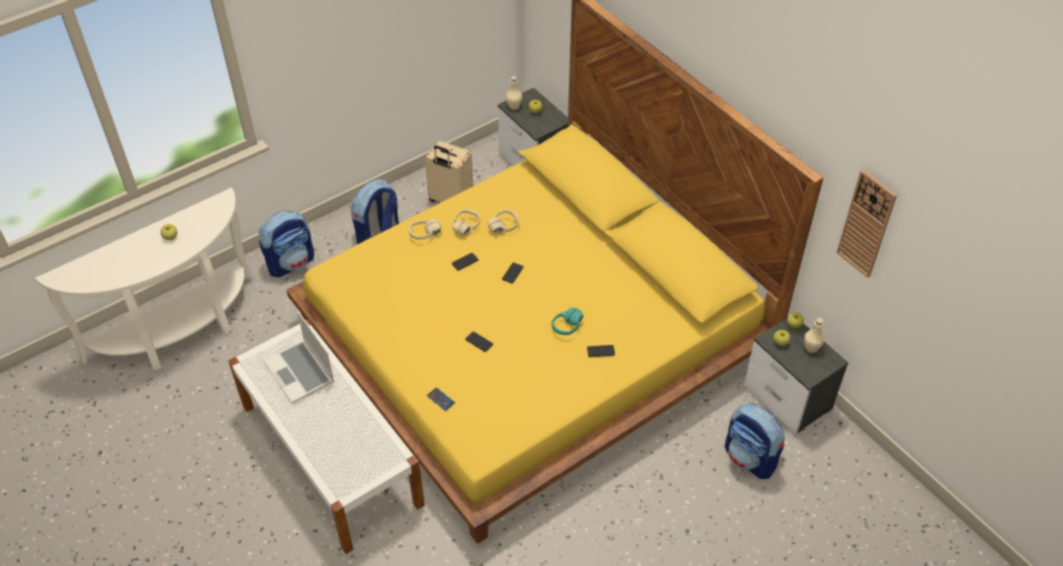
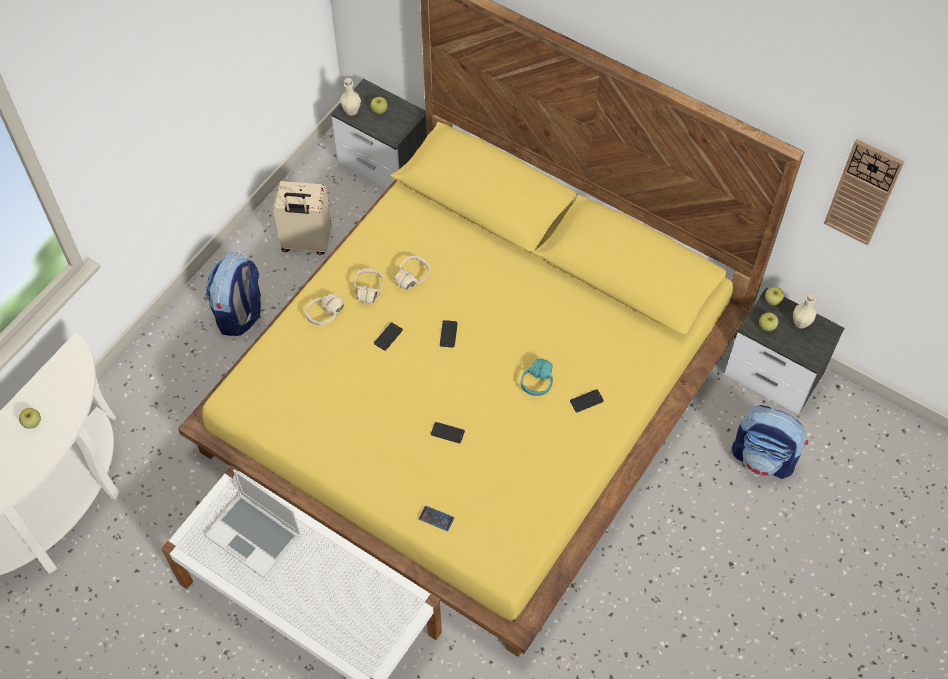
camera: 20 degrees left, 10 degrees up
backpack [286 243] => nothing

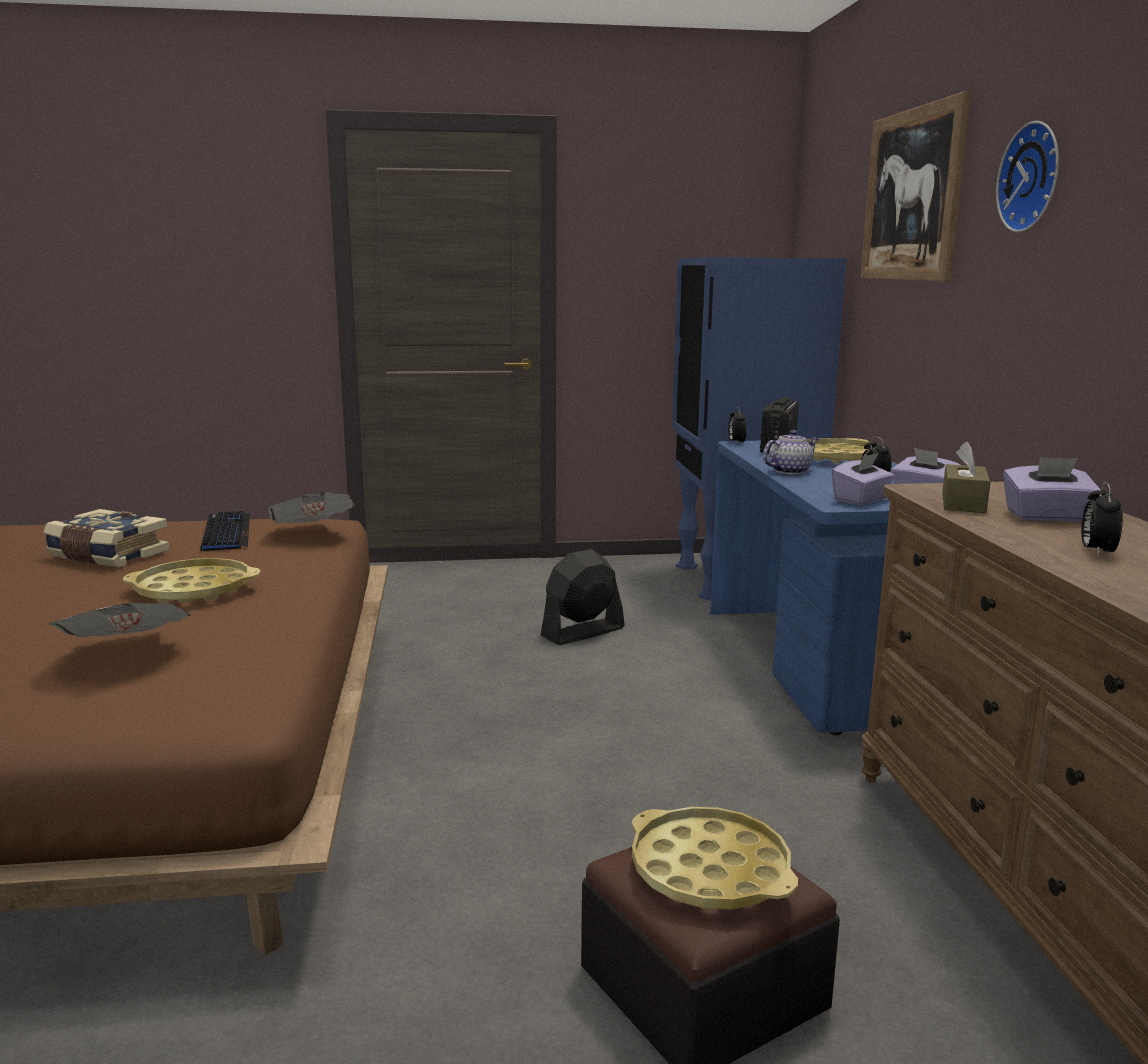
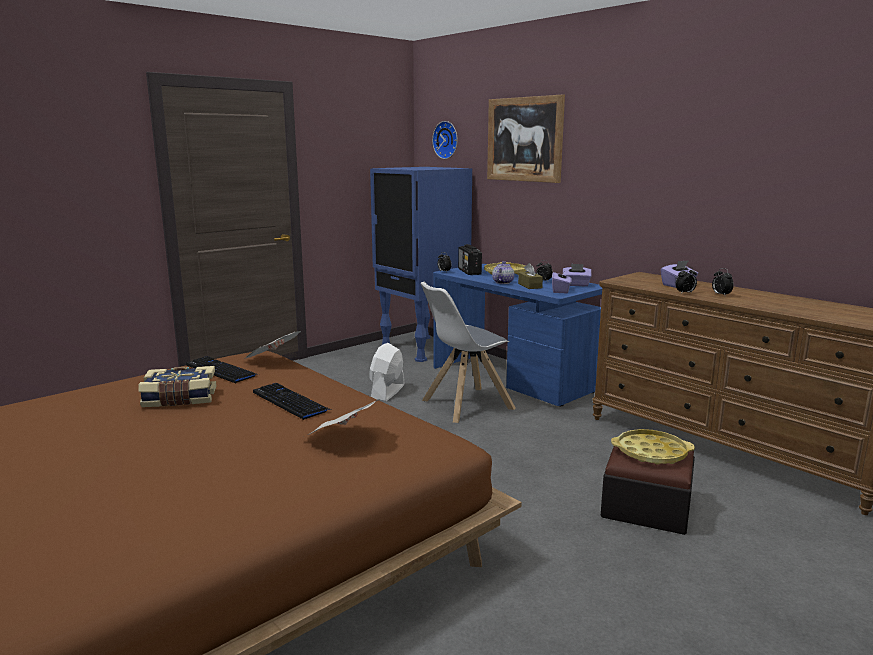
camera: 35 degrees left, 0 degrees up
yellow tray [192 581] => keyboard [292 401]
black fan [583 597] => white fan [387 372]
brown tissue box [966 477] => brown tissue box [530 276], moved
wall clock [1027 176] => wall clock [445 140], moved
nothing => chair [468 352]
nothing => alarm clock [686 280]

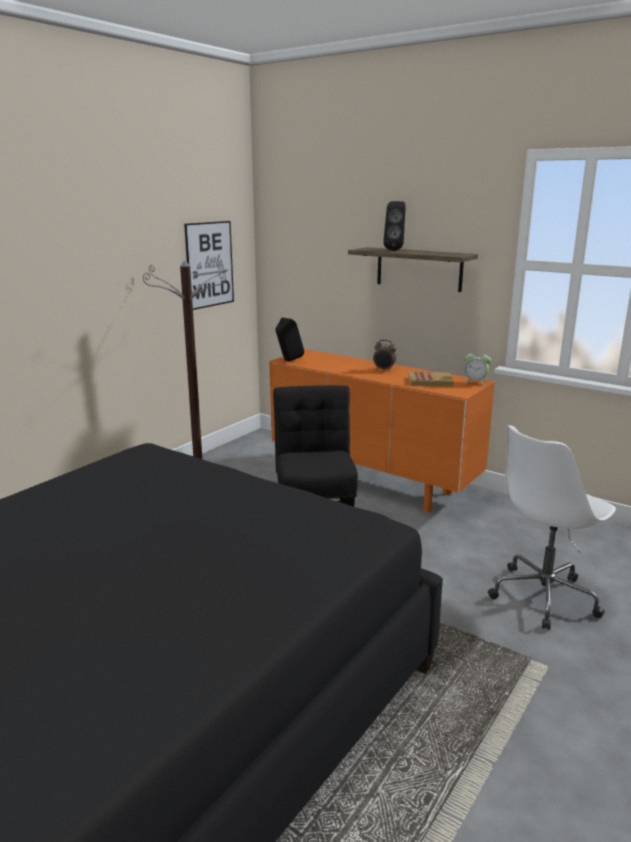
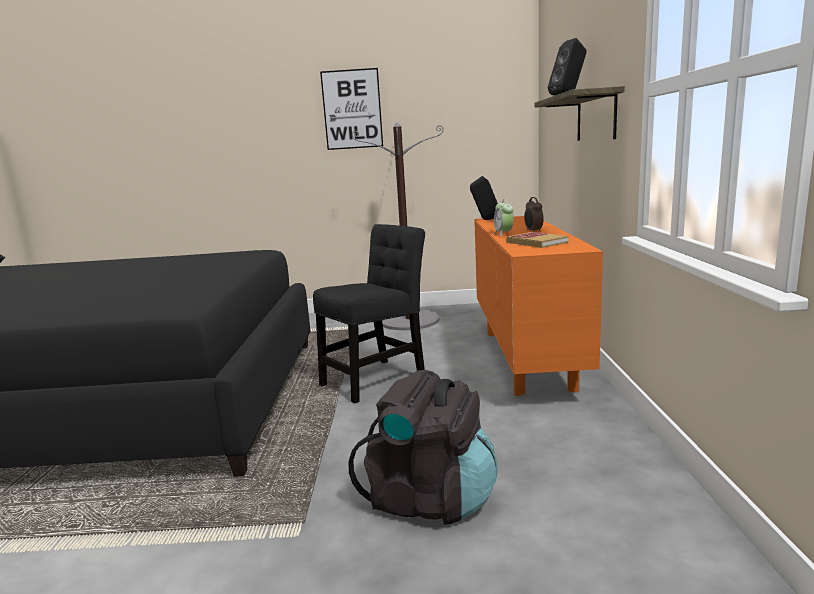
camera: 55 degrees right, 5 degrees down
picture [209 265] => picture [351 109], moved
alarm clock [477 367] => alarm clock [504 217], moved
white office chair [552 527] => black backpack [423 447]

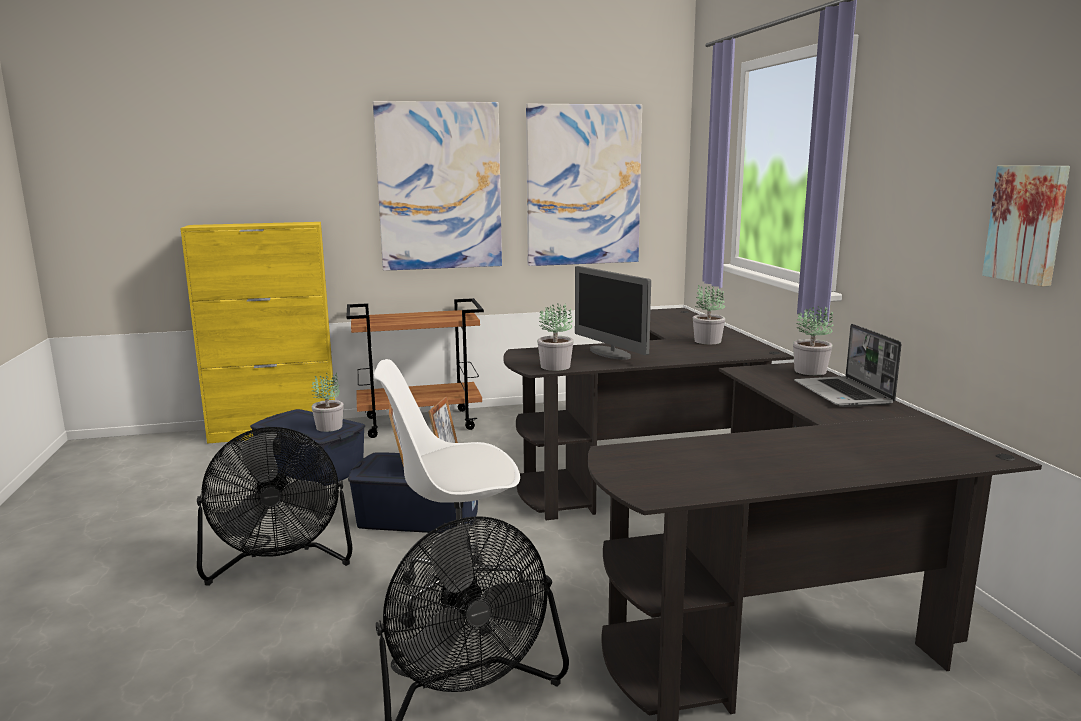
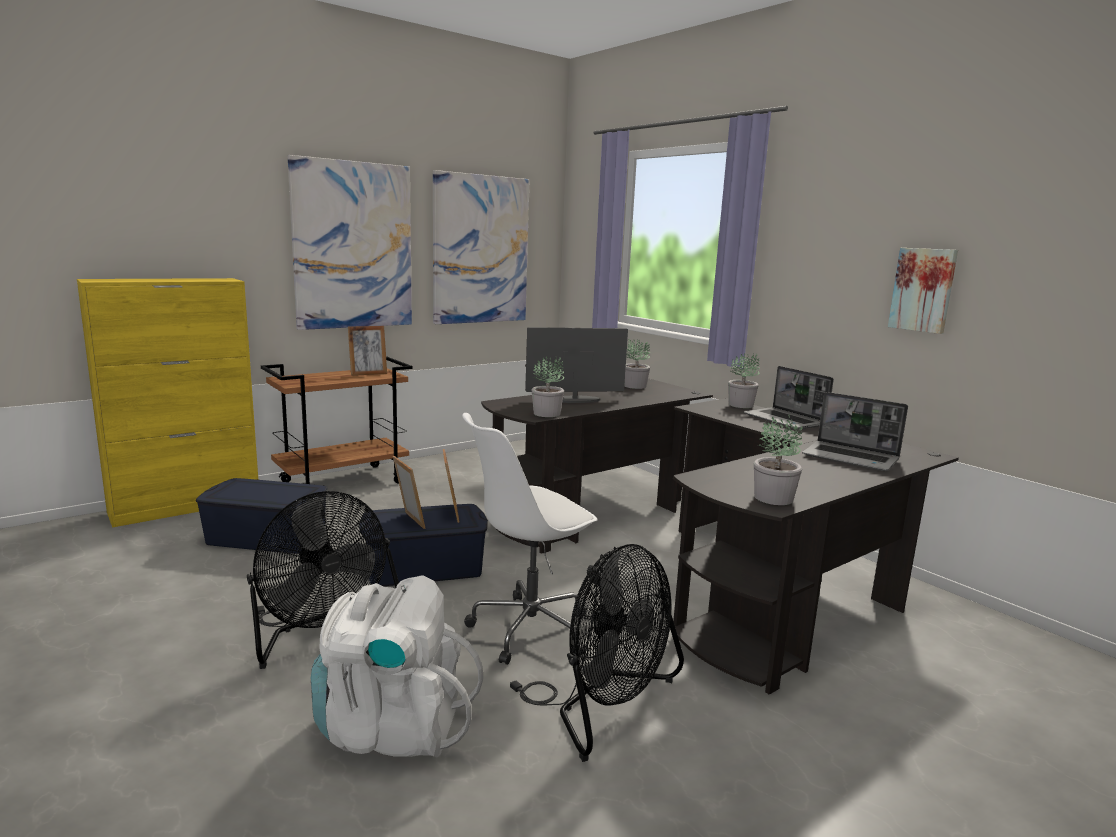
camera: 25 degrees left, 0 degrees up
potted plant [327 402] => potted plant [778 460], moved
monitor [613 313] => monitor [576 365], 135 degrees clockwise
nothing => white backpack [397 666]
nothing => picture frame [367 351]
nothing => laptop [855 431]

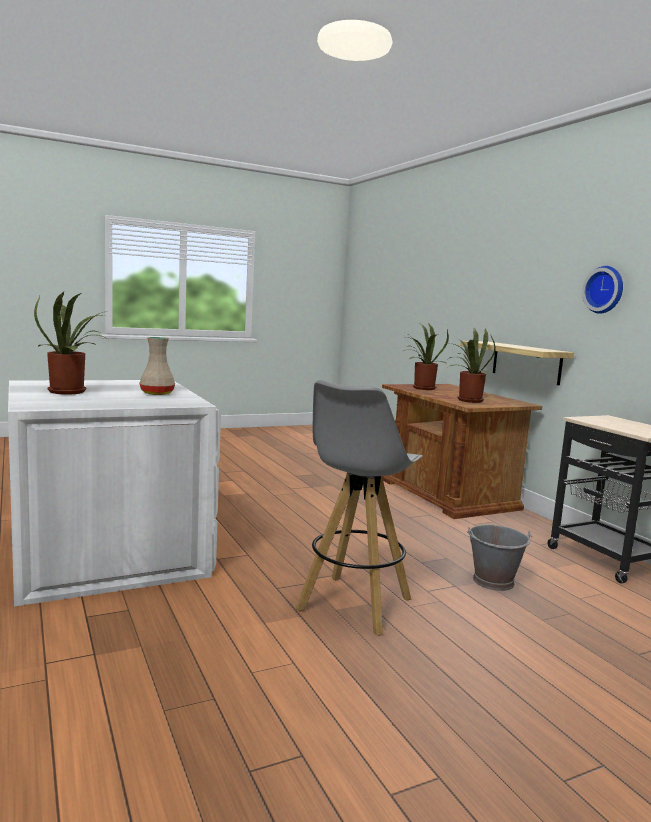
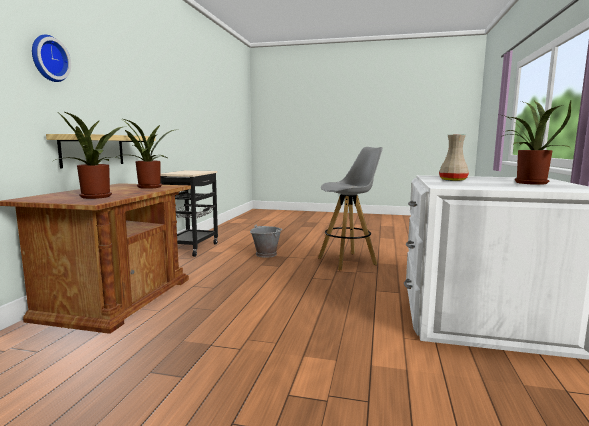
camera: 140 degrees left, 0 degrees up
wall clock [602 290] => wall clock [51 58], moved

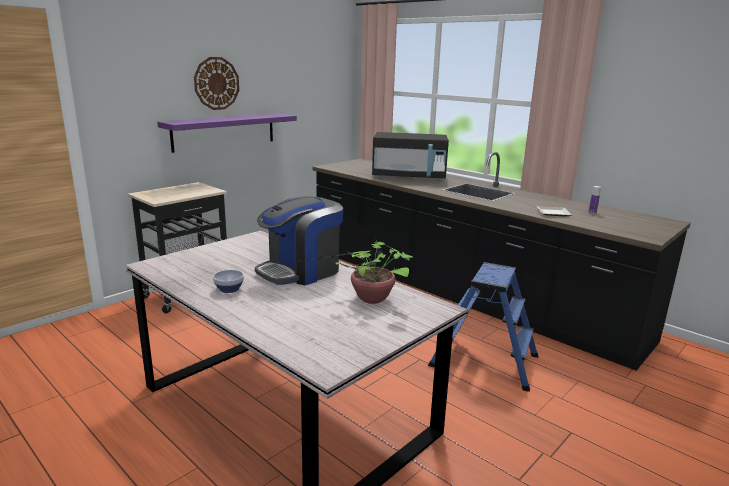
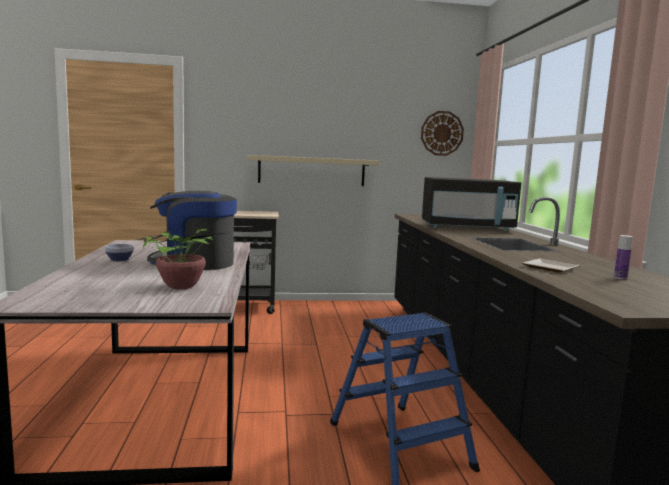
camera: 40 degrees right, 10 degrees down
purple shelf [227 133] => beige shelf [313 170]
wall clock [216 83] => wall clock [442 133], moved
black microwave [410 156] => black microwave [471 204], 45 degrees counterclockwise

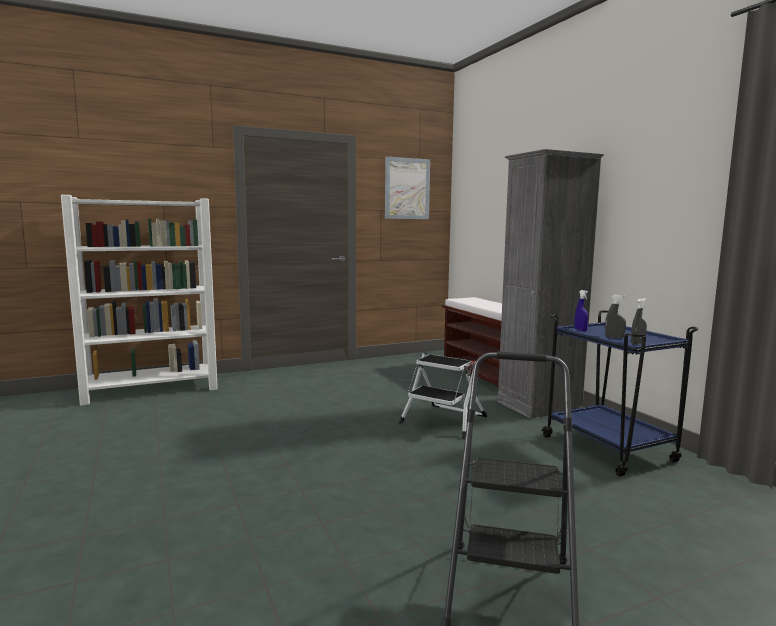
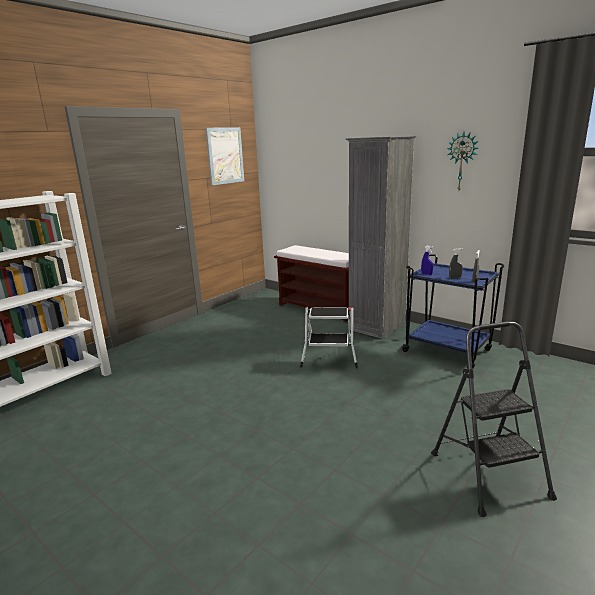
camera: 25 degrees left, 10 degrees up
nothing => wall clock [463 161]

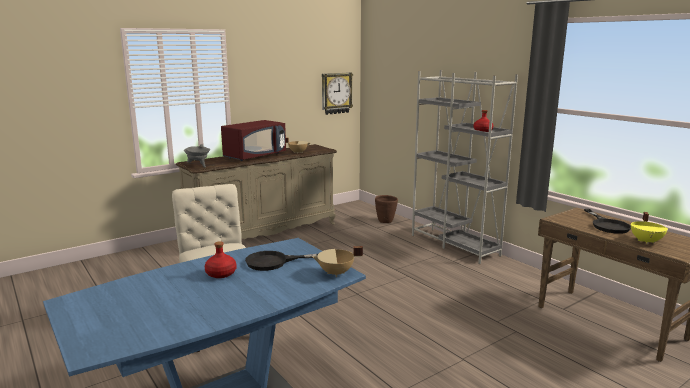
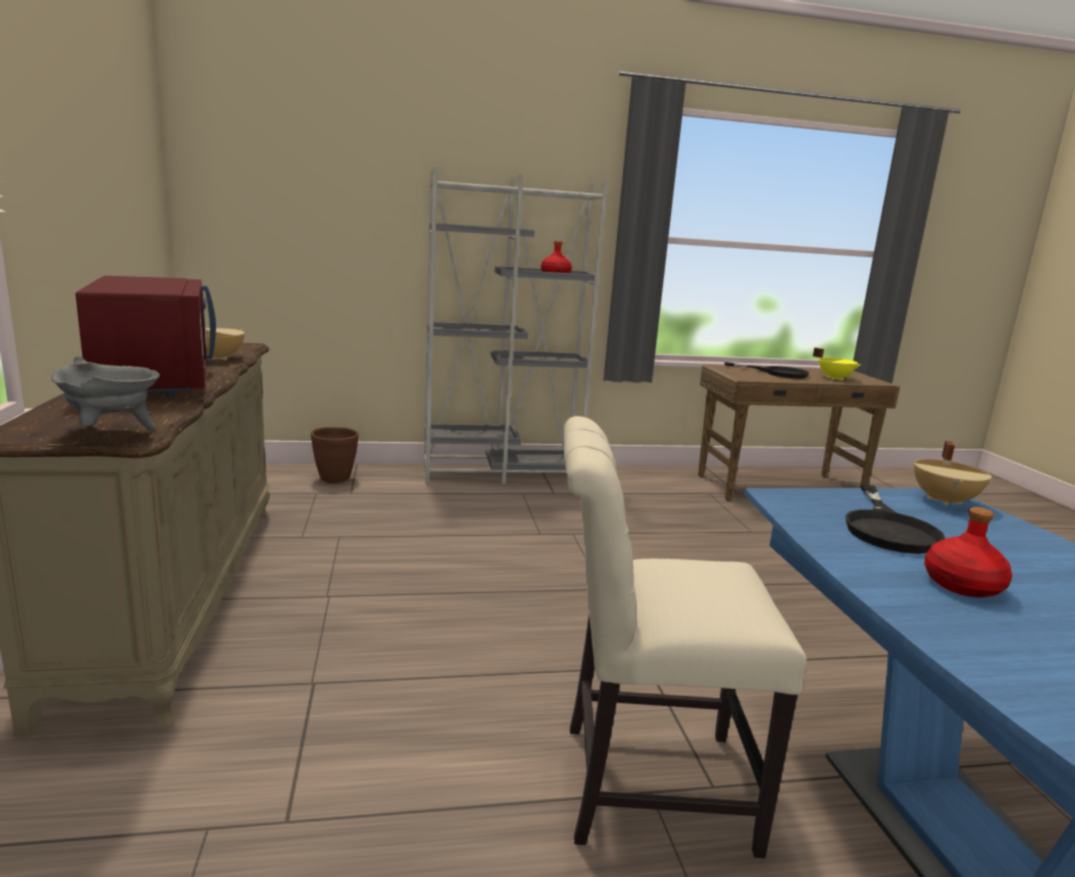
camera: 65 degrees left, 0 degrees up
wall clock [337 94] => nothing

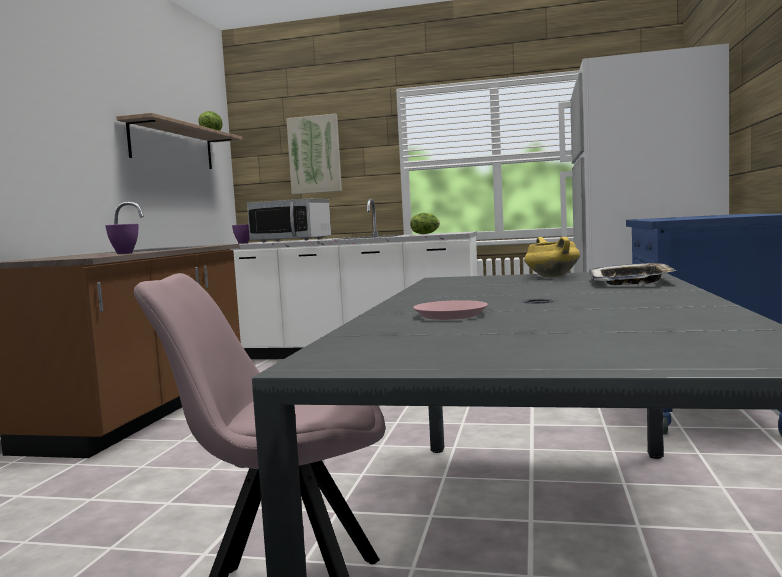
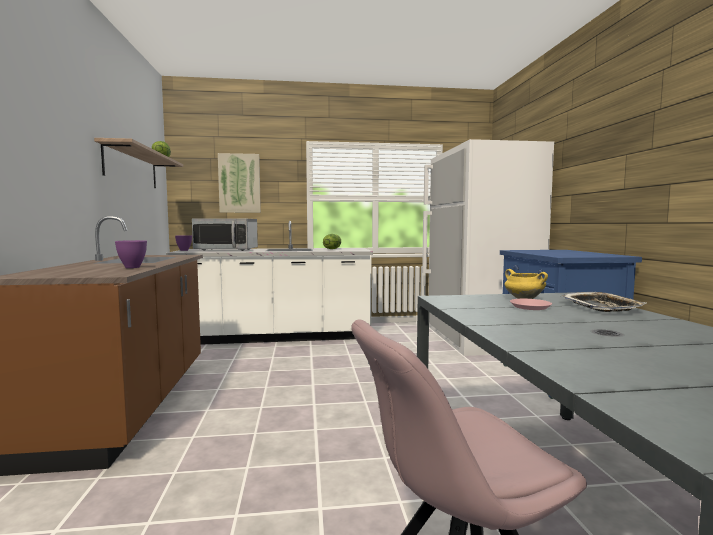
camera: 20 degrees left, 0 degrees up
pink plate [450 310] => pink plate [531 304], moved

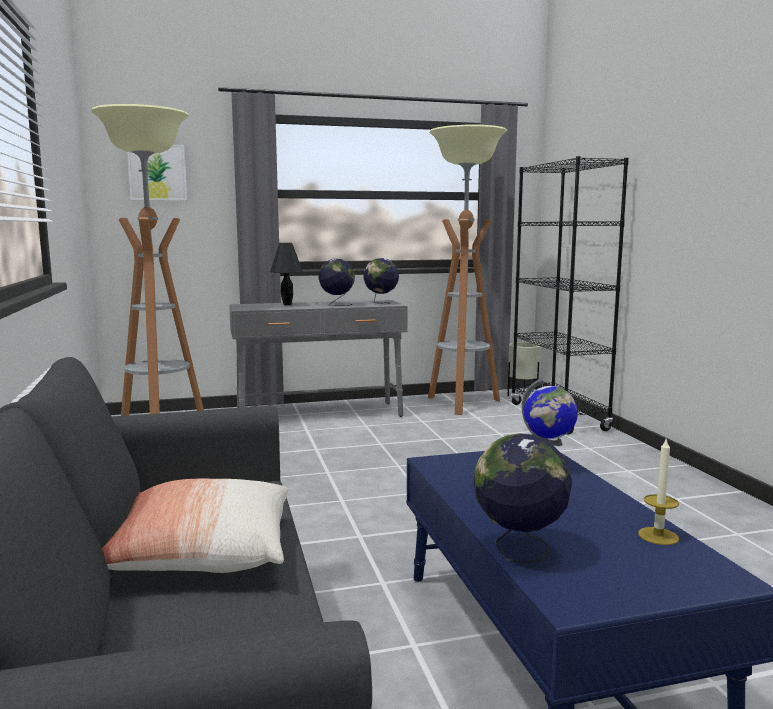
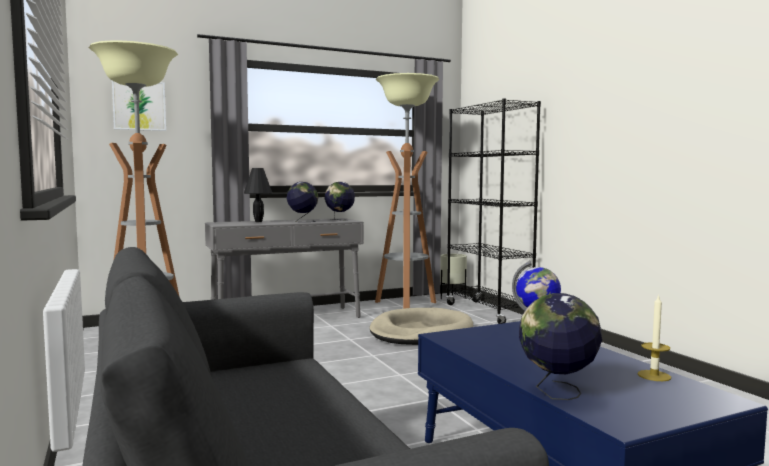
camera: 10 degrees left, 5 degrees down
pillow [195 526] => nothing
nothing => beige dog bed [421 326]

